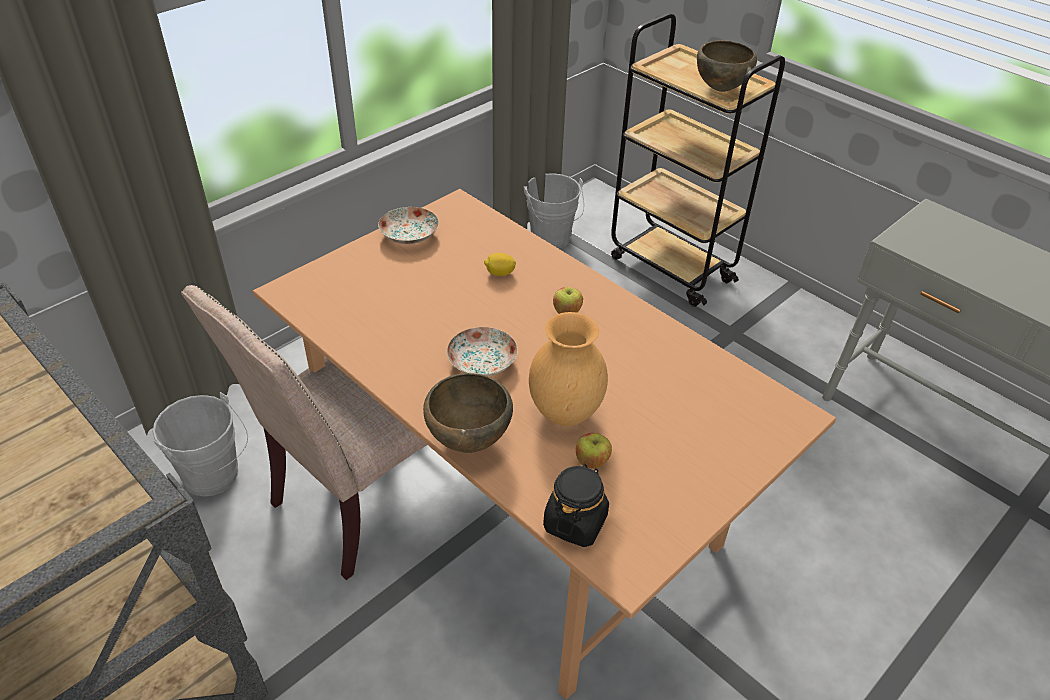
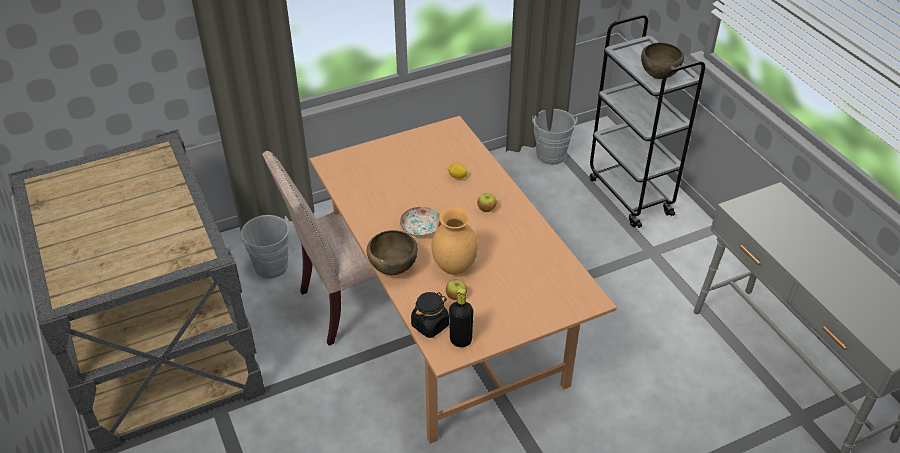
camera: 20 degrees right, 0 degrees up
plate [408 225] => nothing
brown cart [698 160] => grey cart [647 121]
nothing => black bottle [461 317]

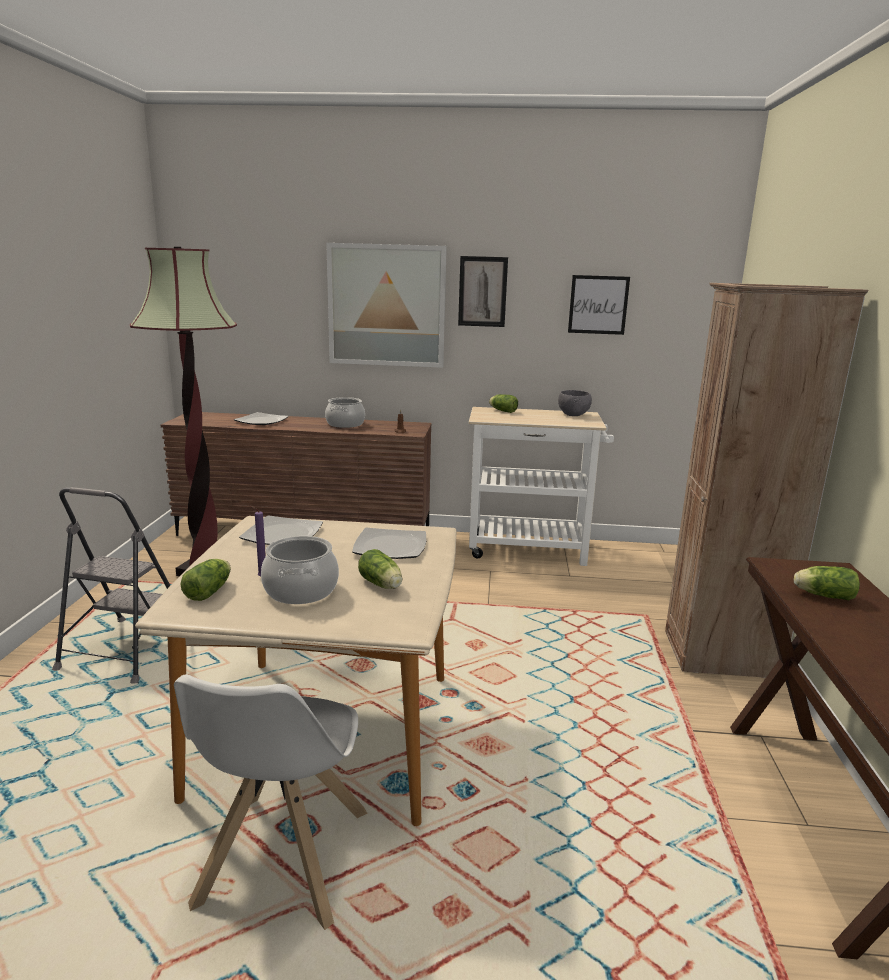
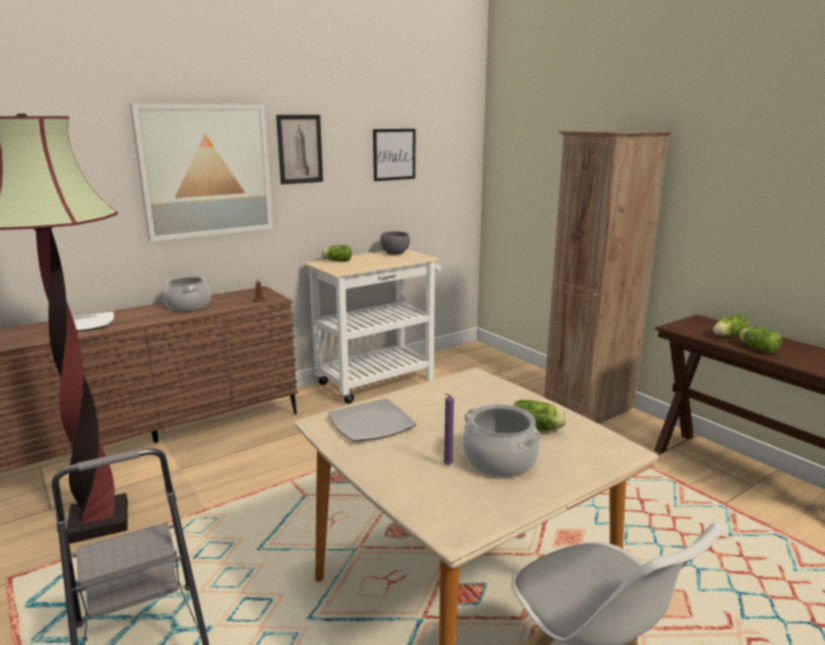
camera: 40 degrees left, 0 degrees up
lettuce [205 580] => lettuce [760 340], moved
plate [389 543] => nothing

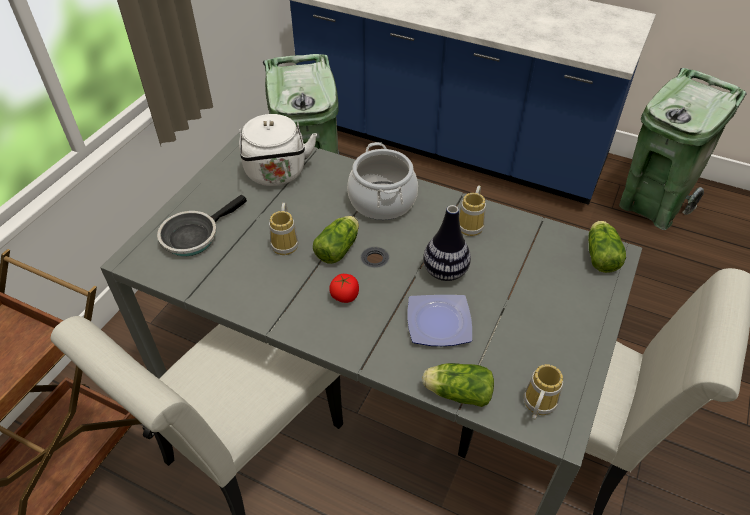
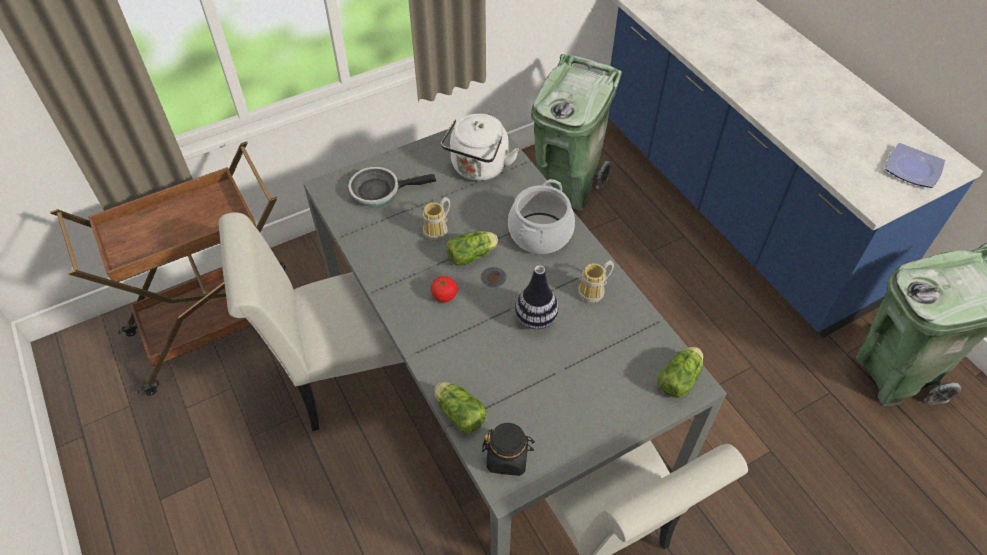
camera: 35 degrees right, 5 degrees up
plate [439 320] => plate [915 165], moved
mug [543 392] => black jar [508 449]

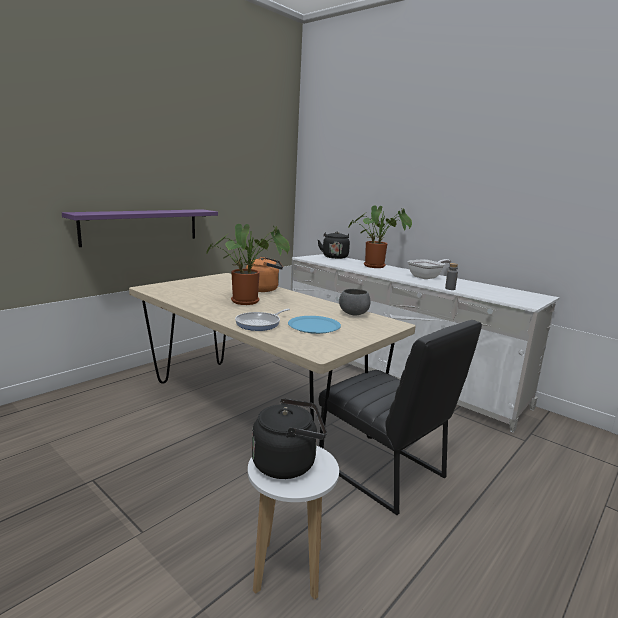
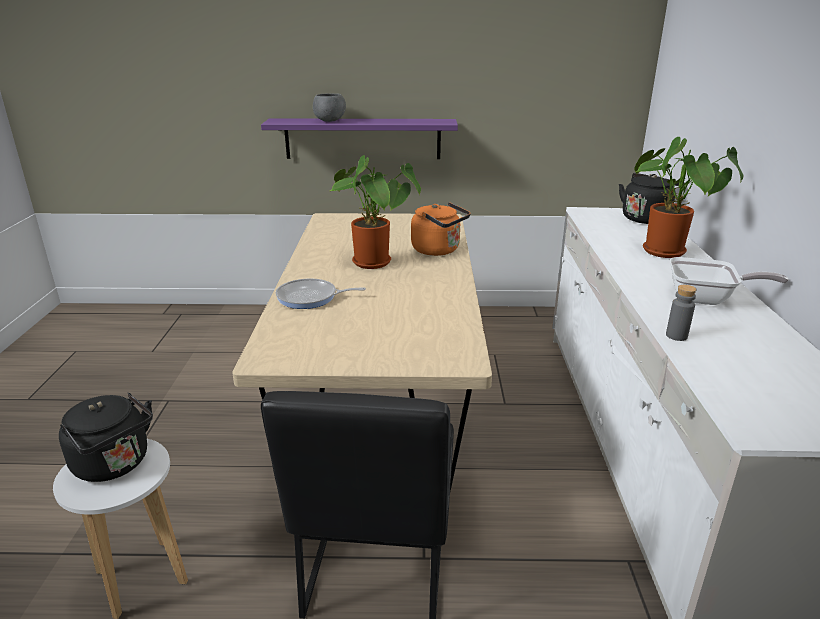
camera: 50 degrees right, 10 degrees up
blue plate [314 325] => nothing
grey bowl [355 302] => grey bowl [329 108], moved

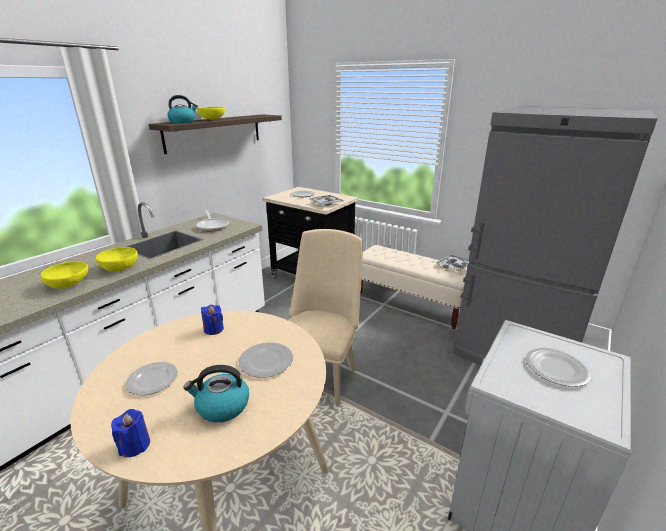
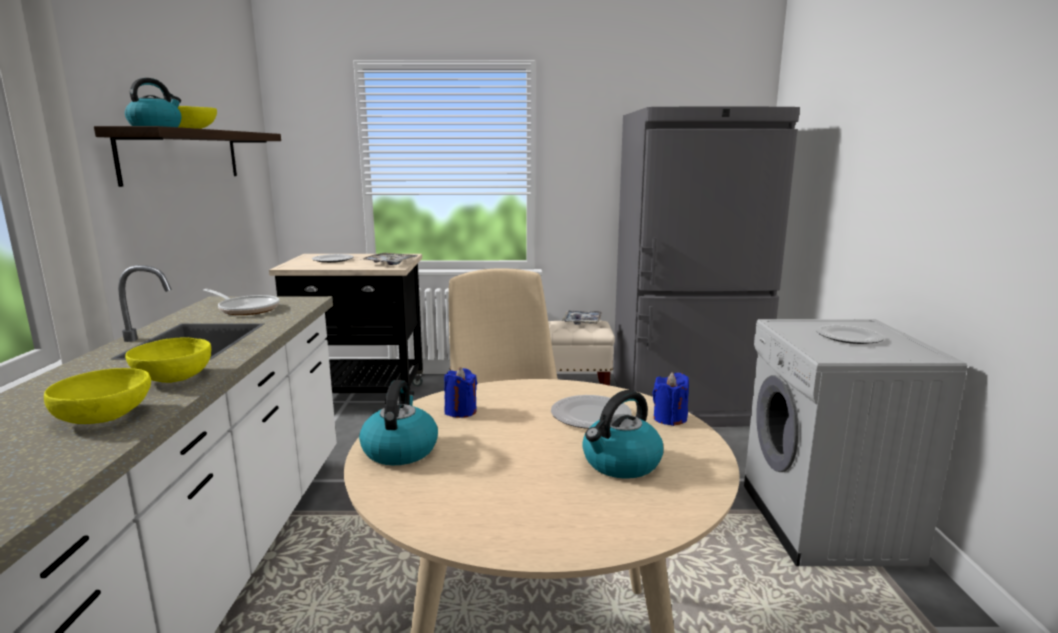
camera: 35 degrees left, 10 degrees down
blue candle [130 433] => blue candle [671 399], moved
plate [151 378] => nothing
nothing => kettle [398 422]

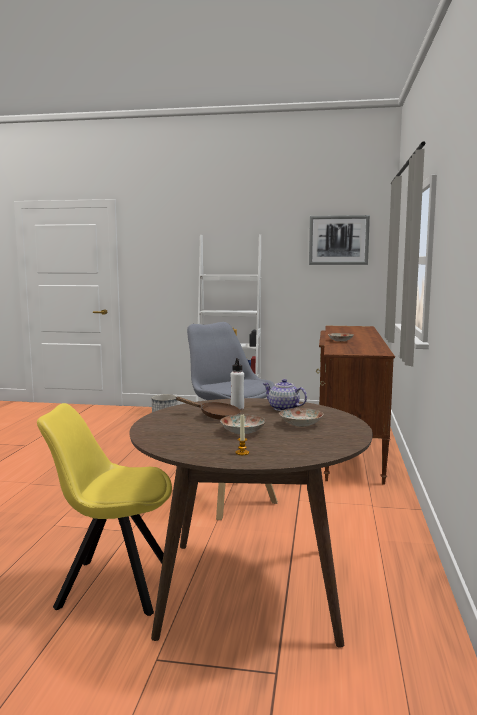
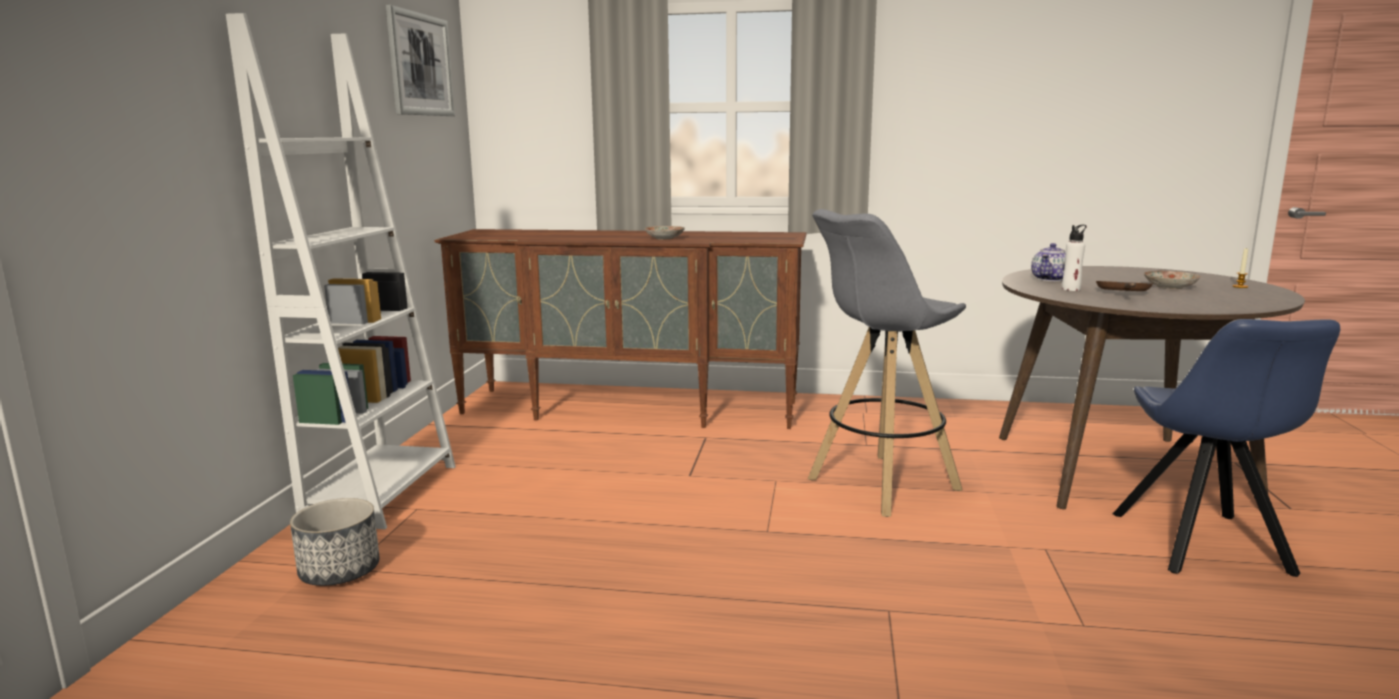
camera: 90 degrees left, 5 degrees up
yellow chair [104 509] => blue chair [1226 448]
plate [301 417] => nothing

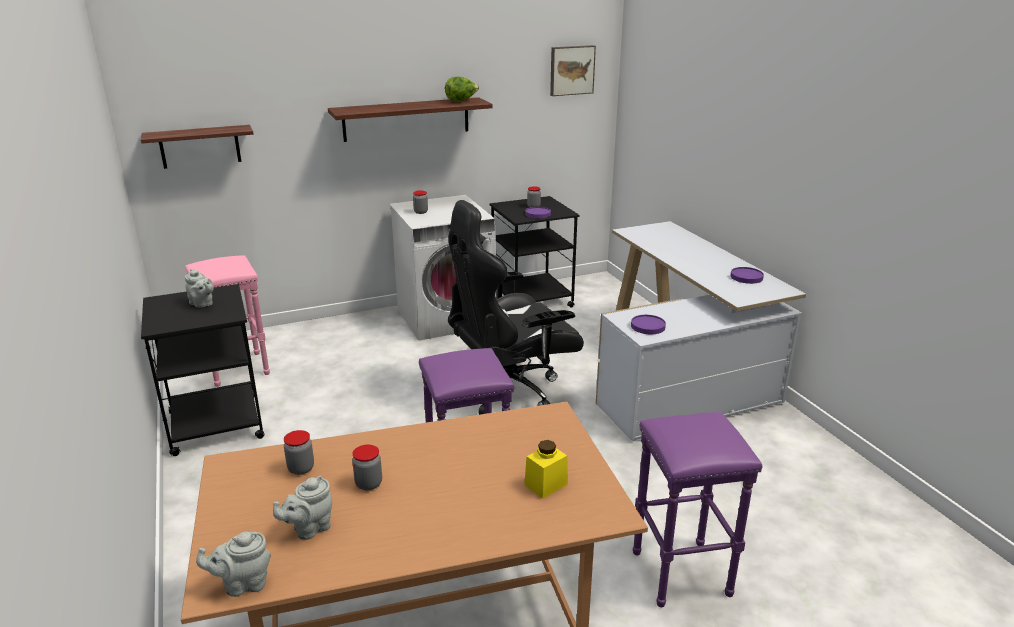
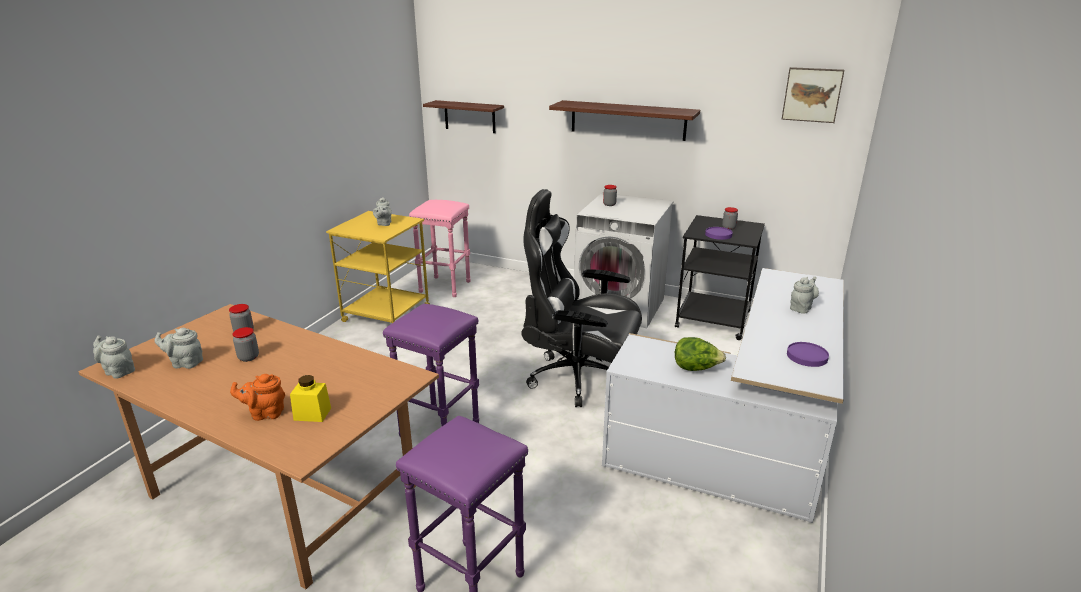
camera: 45 degrees right, 0 degrees up
black cart [203 370] => yellow cart [378 267]
lettuce [462 89] => lettuce [700 354], moved
purple plate [648 324] => nothing
nothing => orange teapot [257 397]
nothing => grey teapot [804 295]

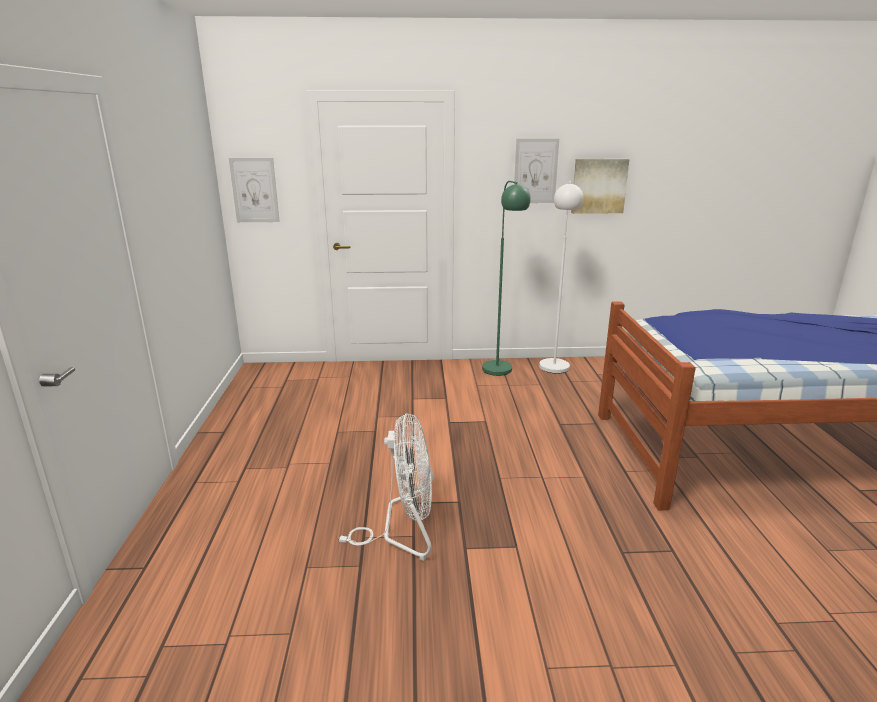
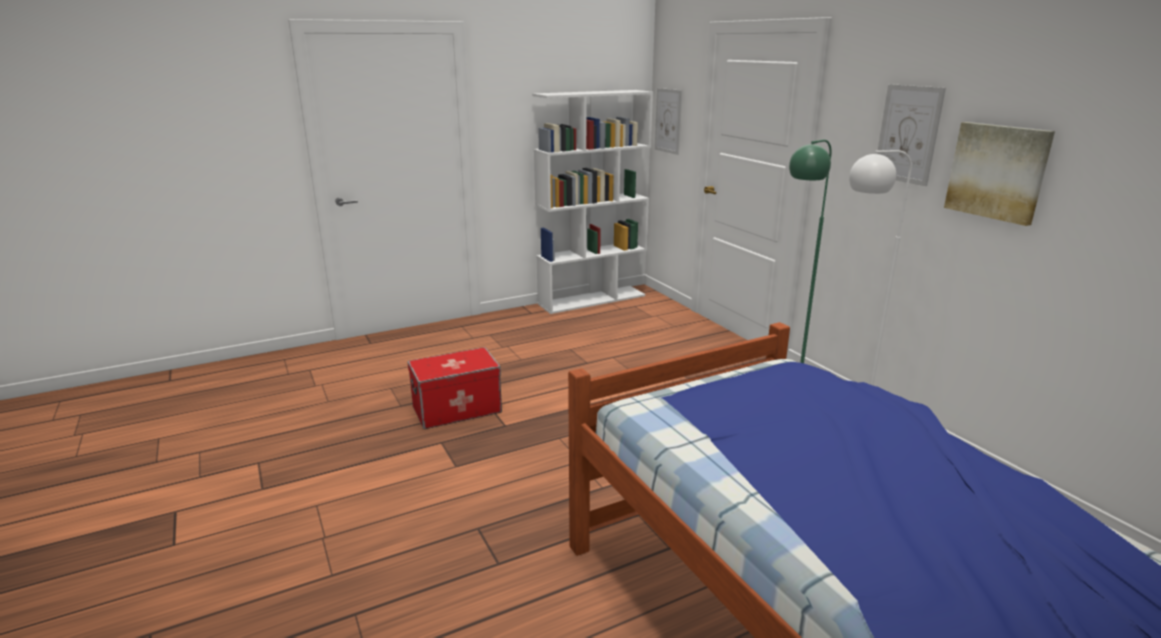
camera: 65 degrees right, 0 degrees up
white fan [385 487] => storage box [454 388]
nothing => white bookcase [592 202]

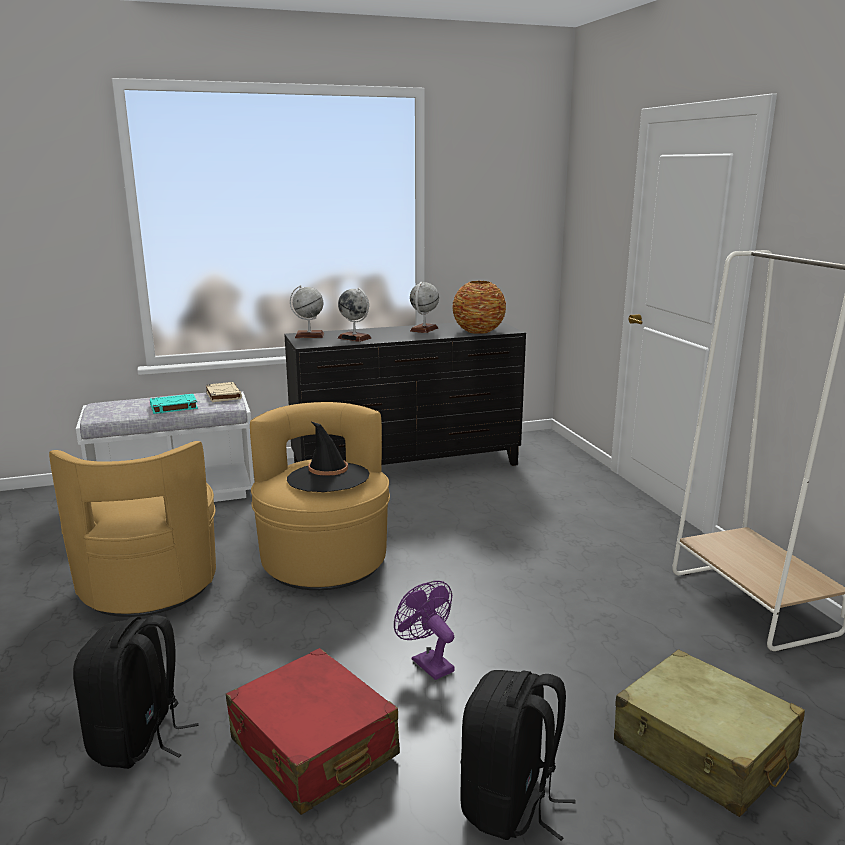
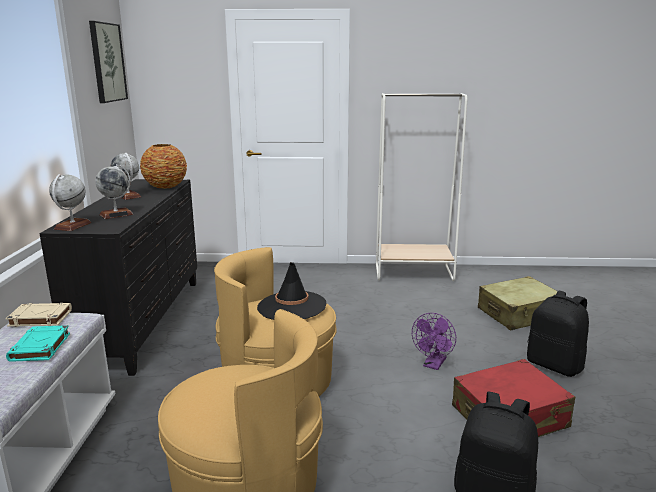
camera: 70 degrees left, 0 degrees up
purple fan [424 630] => purple fan [434 341], 45 degrees counterclockwise
nothing => picture [108 62]

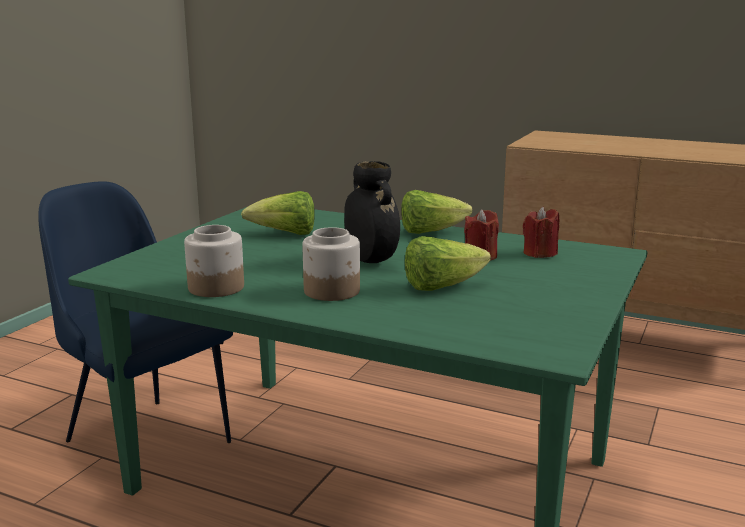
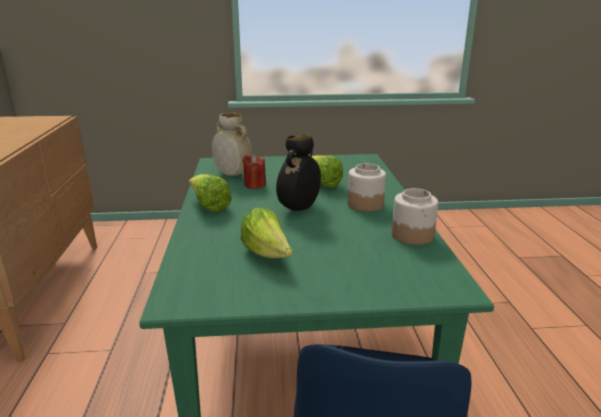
camera: 120 degrees left, 5 degrees up
red candle [541 232] => beige vase [232 144]

